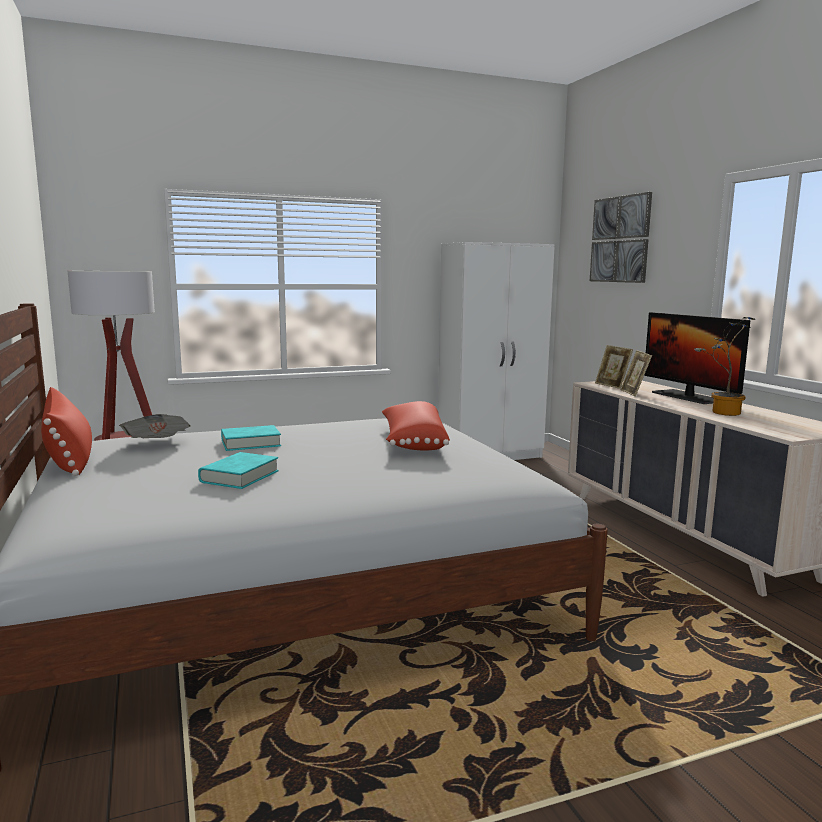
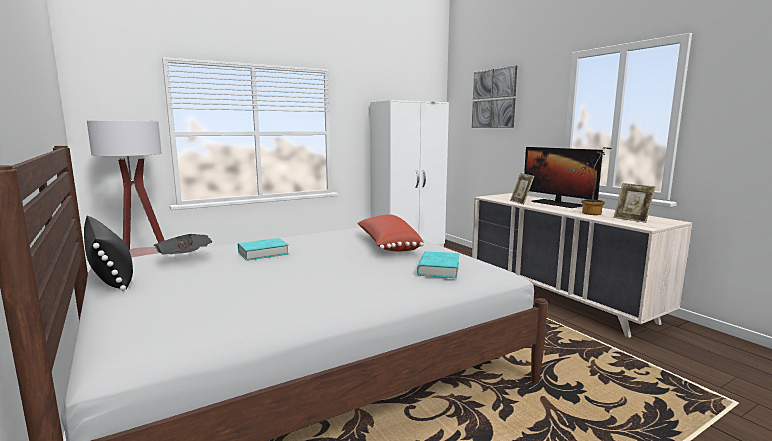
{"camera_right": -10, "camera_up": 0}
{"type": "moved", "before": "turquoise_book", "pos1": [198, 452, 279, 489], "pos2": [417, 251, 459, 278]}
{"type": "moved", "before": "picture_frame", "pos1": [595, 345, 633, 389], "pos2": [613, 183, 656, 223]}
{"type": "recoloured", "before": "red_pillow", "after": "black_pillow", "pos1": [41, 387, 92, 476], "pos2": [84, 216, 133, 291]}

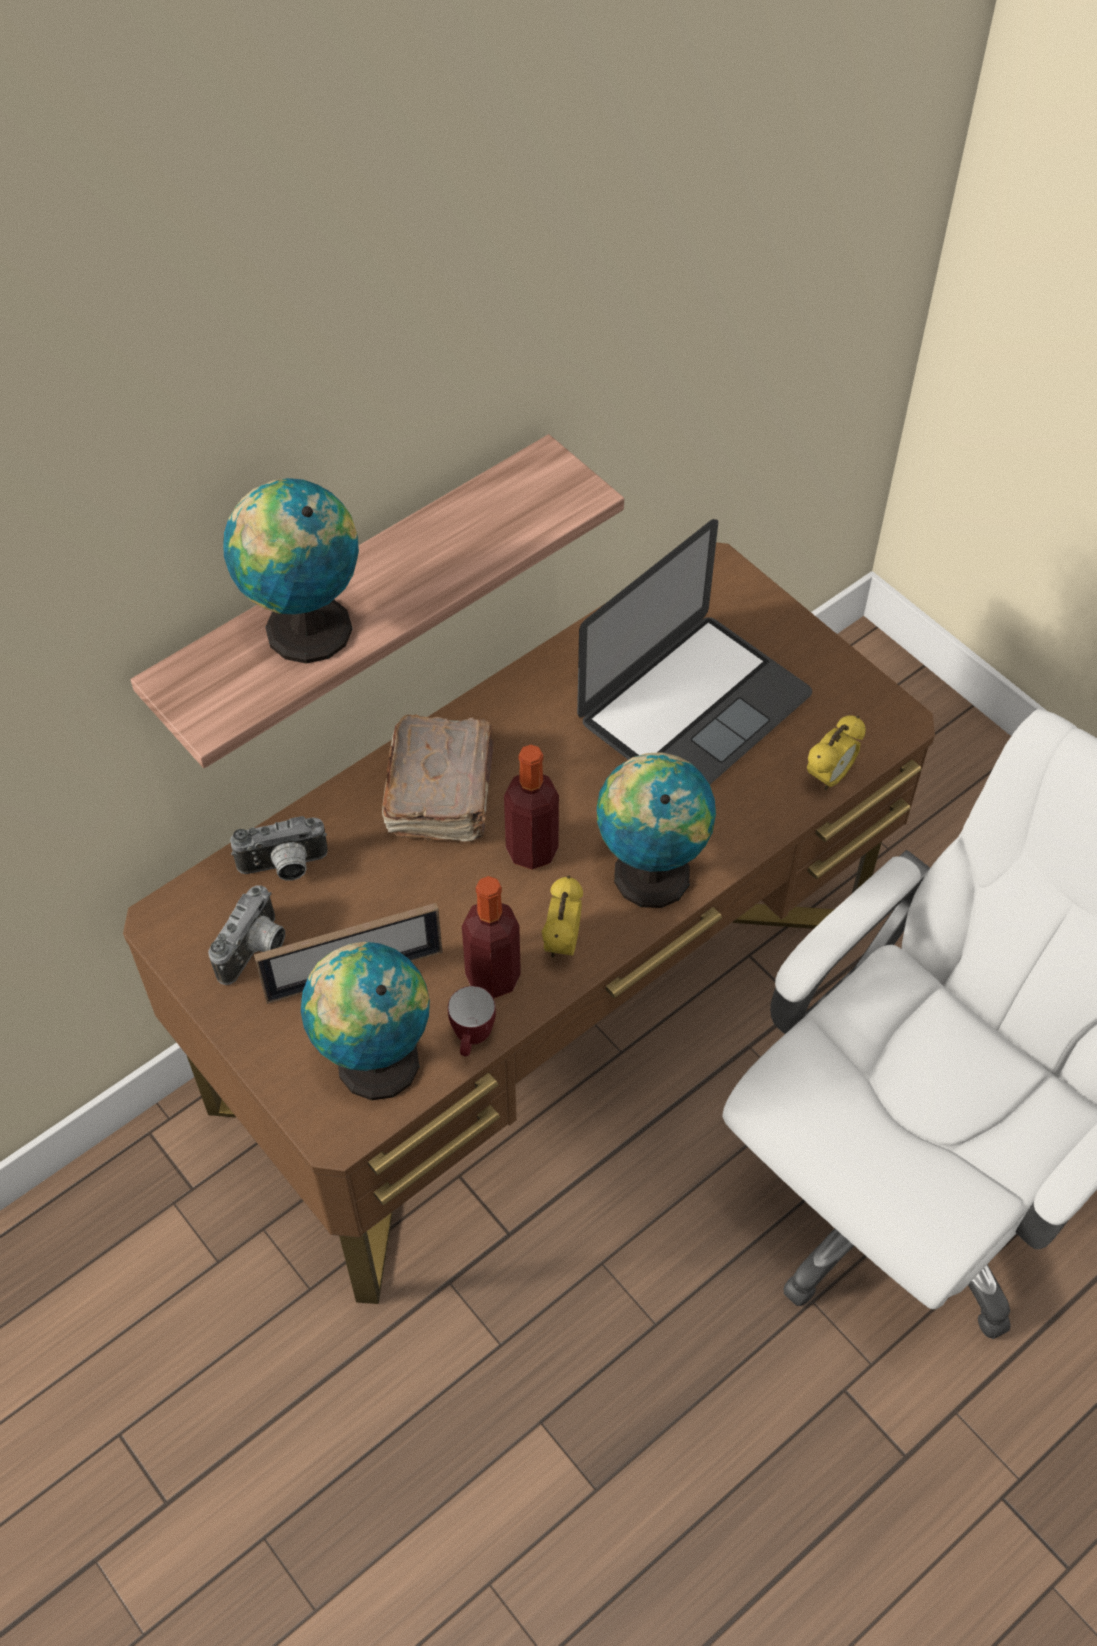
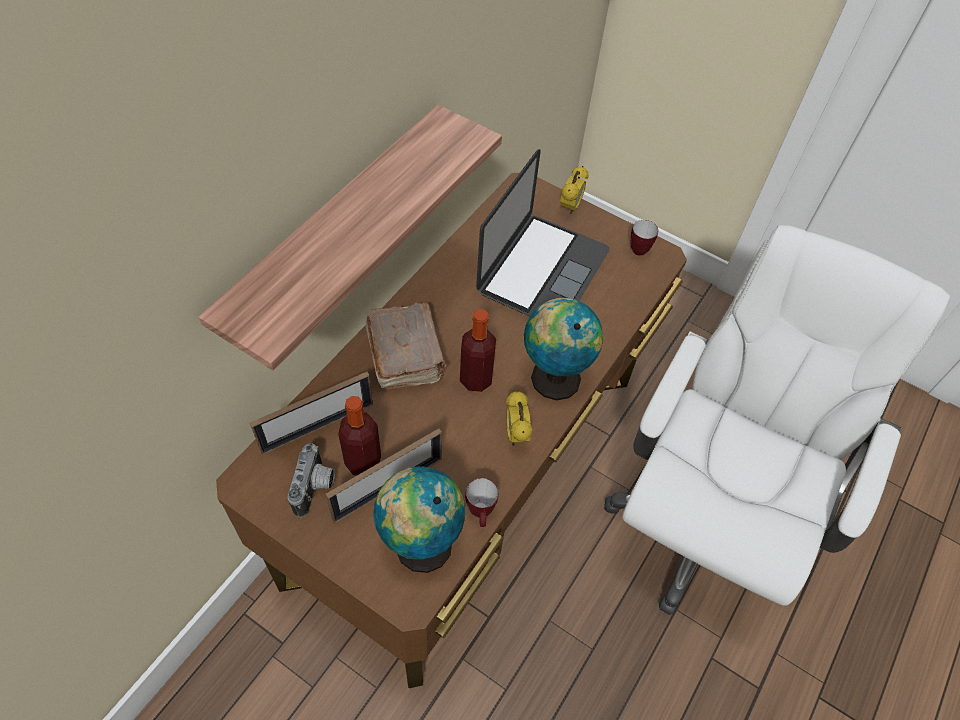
{"camera_right": -20, "camera_up": 0}
{"type": "removed", "before": "globe", "pos1": [223, 478, 359, 664]}
{"type": "added", "after": "mug", "pos2": [630, 220, 658, 256]}
{"type": "moved", "before": "bottle", "pos1": [462, 876, 521, 999], "pos2": [338, 396, 381, 476]}
{"type": "moved", "before": "alarm_clock", "pos1": [807, 715, 866, 790], "pos2": [560, 166, 589, 214]}
{"type": "replaced", "before": "photo_camera", "after": "picture_frame", "pos1": [230, 816, 328, 881], "pos2": [250, 372, 373, 455]}

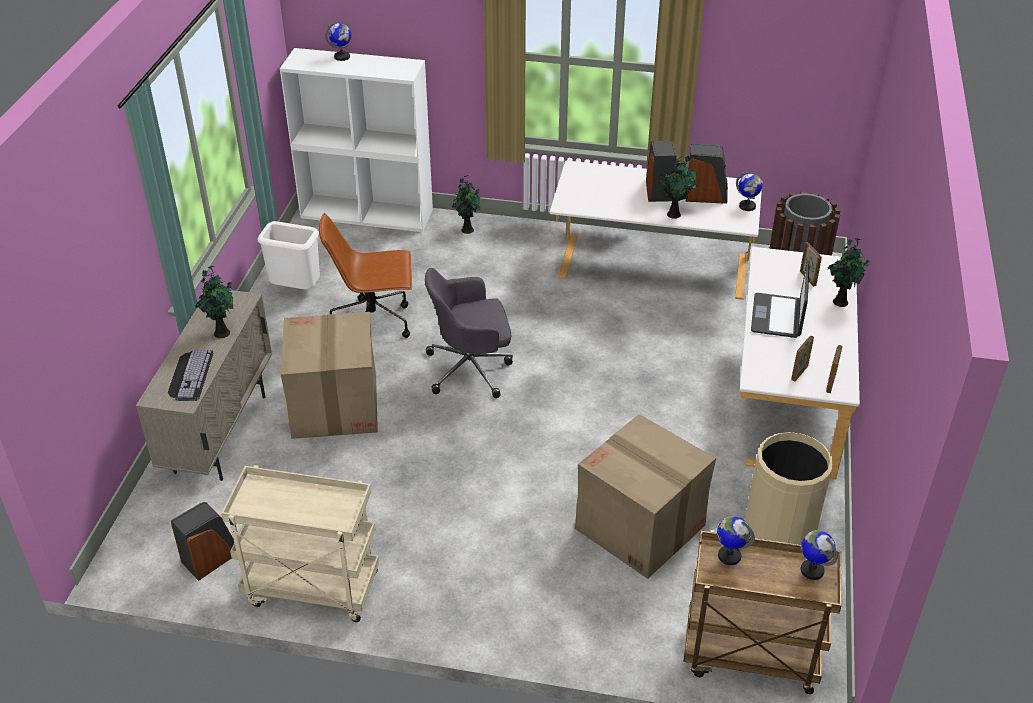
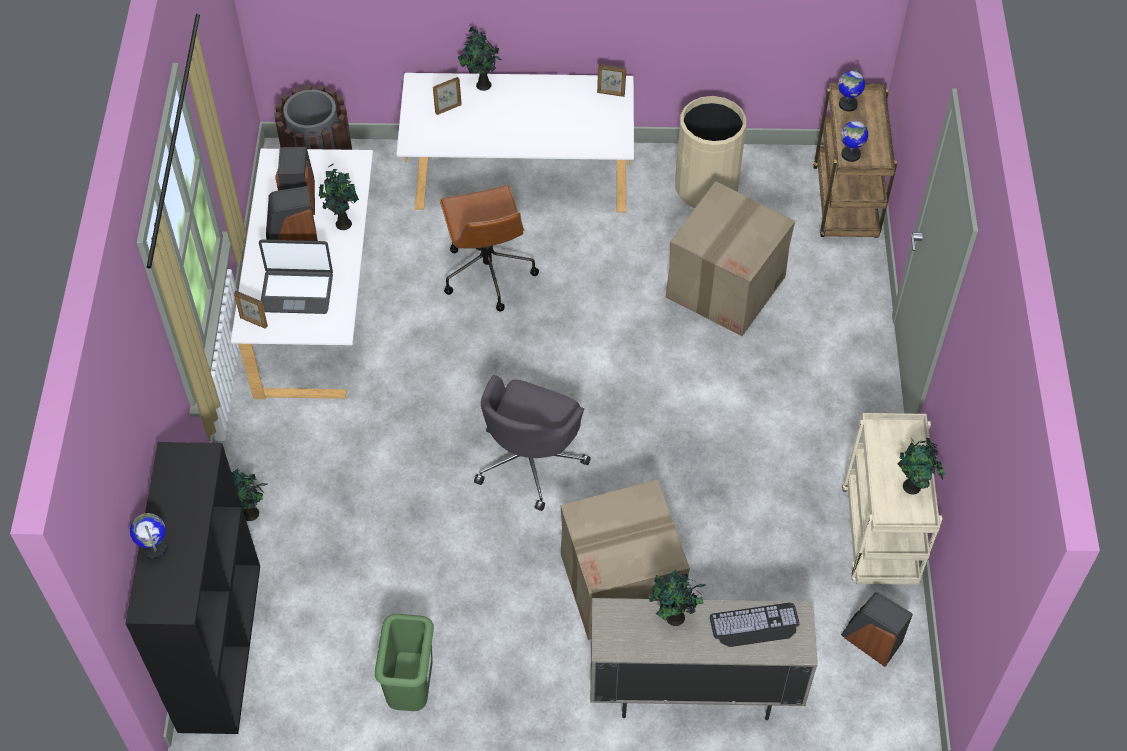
{"camera_right": -100, "camera_up": 15}
{"type": "removed", "before": "globe", "pos1": [736, 171, 763, 211]}
{"type": "added", "after": "potted_plant", "pos2": [897, 438, 945, 495]}
{"type": "moved", "before": "brown_office_chair", "pos1": [319, 213, 412, 338], "pos2": [440, 185, 539, 311]}
{"type": "moved", "before": "laptop", "pos1": [751, 264, 809, 338], "pos2": [259, 239, 333, 314]}
{"type": "moved", "before": "picture_frame", "pos1": [791, 336, 814, 382], "pos2": [234, 291, 268, 328]}
{"type": "recoloured", "before": "white_trash_can", "after": "green_trash_can", "pos1": [257, 221, 320, 289], "pos2": [375, 614, 434, 711]}
{"type": "recoloured", "before": "white_bookcase", "after": "black_bookcase", "pos1": [280, 48, 433, 232], "pos2": [125, 442, 260, 734]}
{"type": "turned", "before": "grey_office_chair", "pos1": [425, 268, 513, 398], "pos2": [474, 375, 591, 511], "turn": 45}

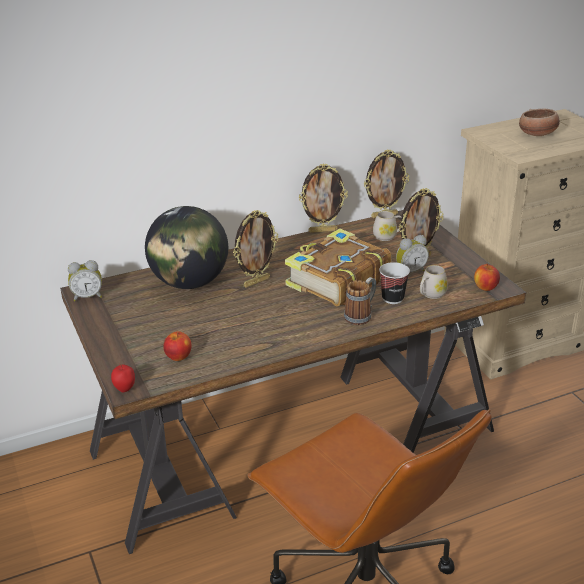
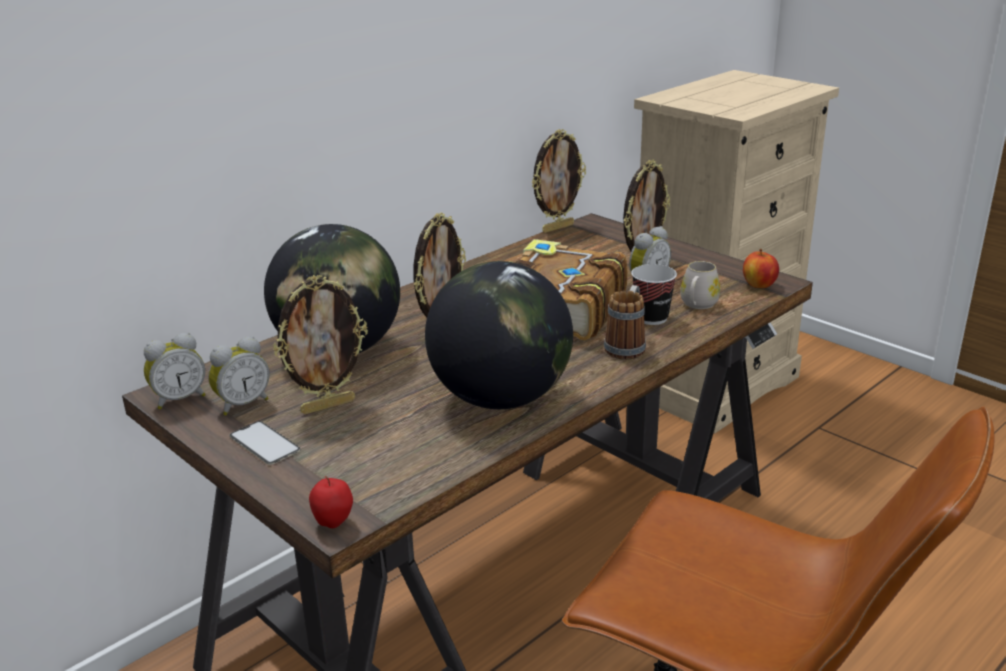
{"camera_right": -20, "camera_up": -5}
{"type": "removed", "before": "apple", "pos1": [163, 331, 192, 361]}
{"type": "removed", "before": "white_mug", "pos1": [373, 211, 401, 241]}
{"type": "removed", "before": "bowl", "pos1": [519, 109, 560, 136]}
{"type": "added", "after": "alarm_clock", "pos2": [208, 336, 270, 416]}
{"type": "added", "after": "phone", "pos2": [230, 421, 300, 465]}
{"type": "added", "after": "globe", "pos2": [425, 261, 573, 409]}
{"type": "moved", "before": "picture_frame", "pos1": [299, 163, 348, 233], "pos2": [273, 275, 368, 414]}

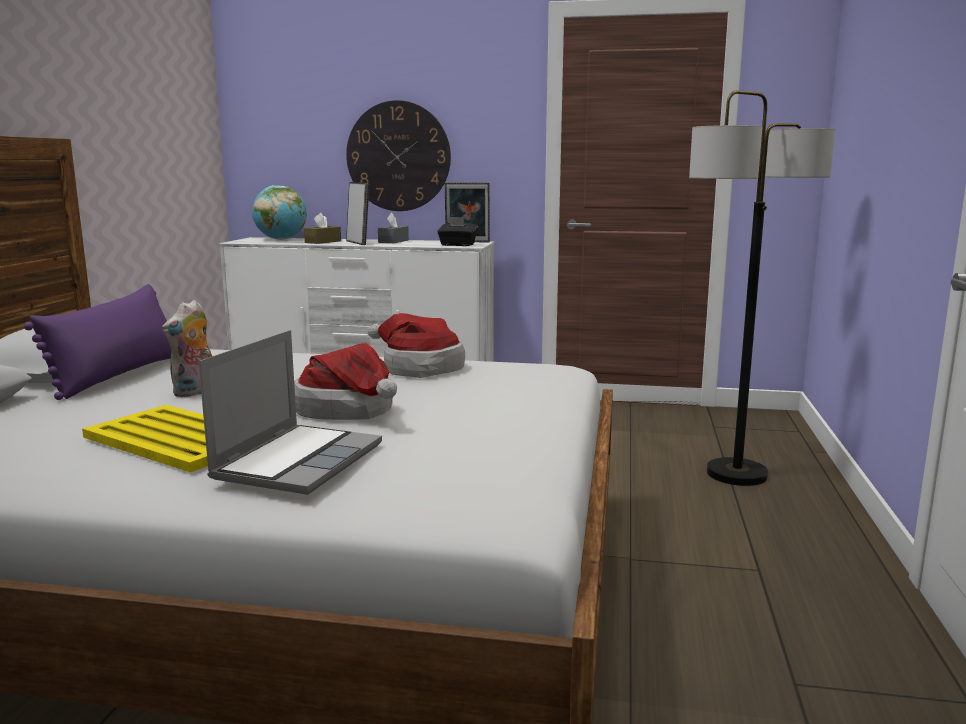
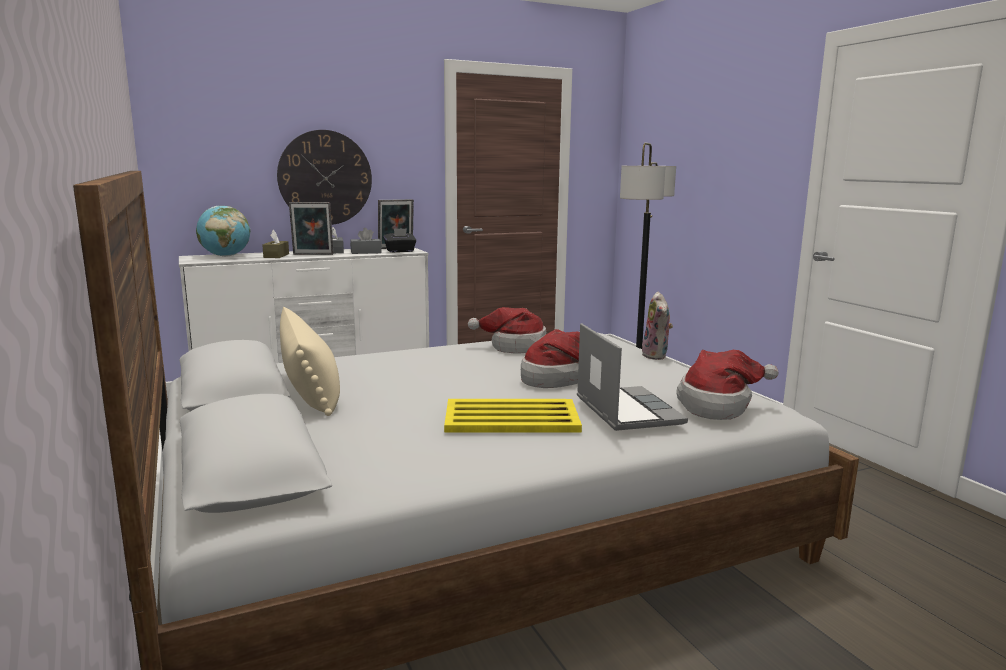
{"camera_right": -35, "camera_up": 0}
{"type": "added", "after": "grey_tissue_box", "pos2": [350, 228, 382, 254]}
{"type": "added", "after": "hat", "pos2": [676, 350, 779, 420]}
{"type": "moved", "before": "plush_toy", "pos1": [162, 300, 212, 397], "pos2": [642, 291, 673, 360]}
{"type": "recoloured", "before": "purple_pillow", "after": "beige_pillow", "pos1": [24, 284, 171, 400], "pos2": [280, 307, 340, 416]}
{"type": "turned", "before": "picture_frame", "pos1": [346, 182, 369, 245], "pos2": [289, 202, 333, 255], "turn": 150}

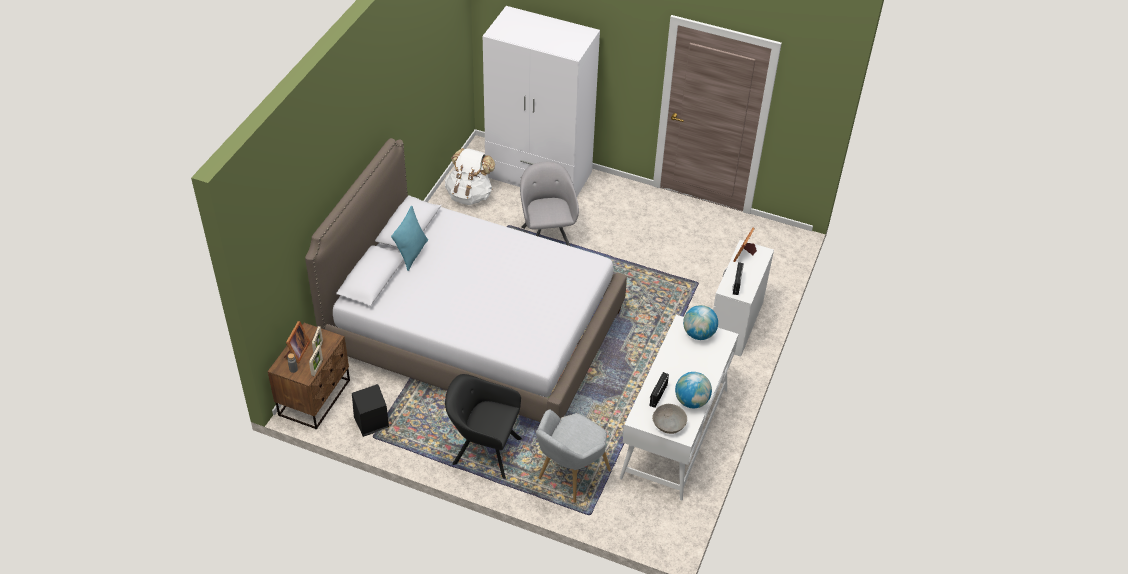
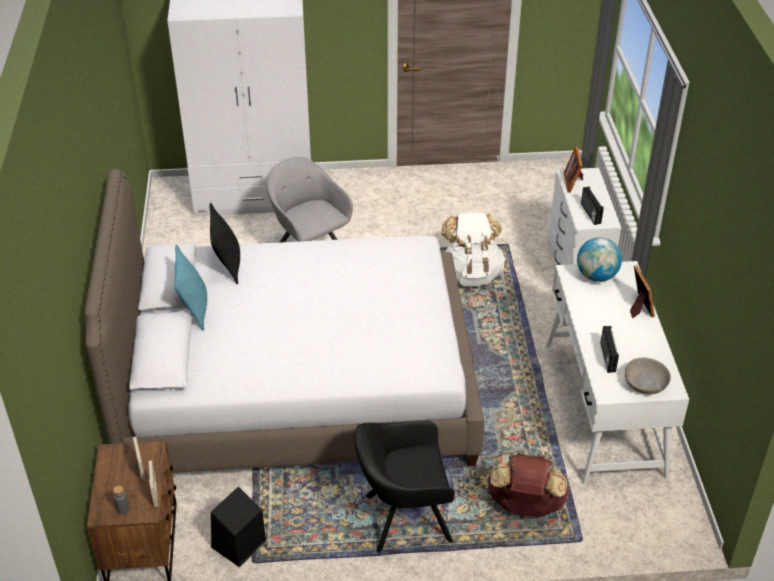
{"camera_right": -25, "camera_up": -5}
{"type": "removed", "before": "globe", "pos1": [675, 372, 712, 408]}
{"type": "added", "after": "black_pillow", "pos2": [209, 203, 240, 284]}
{"type": "moved", "before": "picture_frame", "pos1": [284, 321, 310, 363], "pos2": [630, 265, 655, 318]}
{"type": "moved", "before": "white_backpack", "pos1": [445, 148, 495, 205], "pos2": [442, 212, 506, 286]}
{"type": "replaced", "before": "grey_armchair", "after": "brown_backpack", "pos1": [536, 409, 611, 503], "pos2": [487, 452, 569, 517]}

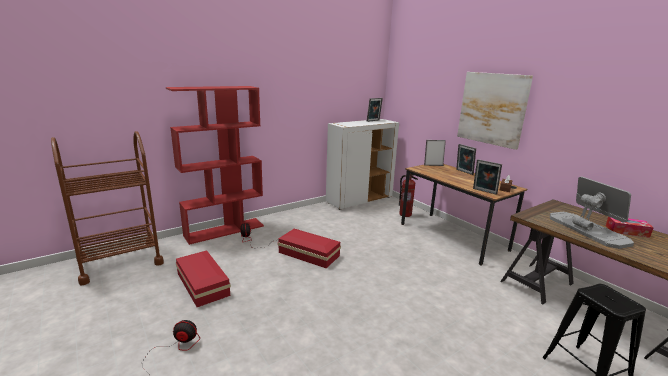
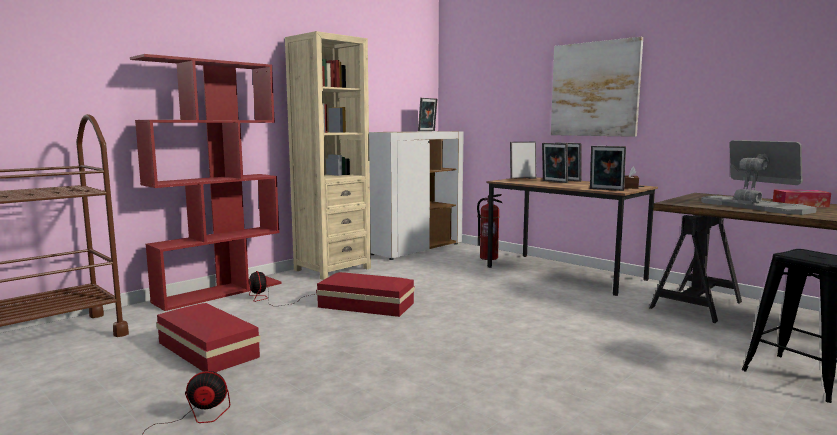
{"camera_right": -10, "camera_up": -10}
{"type": "added", "after": "beige_bookcase", "pos2": [285, 31, 371, 280]}
{"type": "added", "after": "picture_frame", "pos2": [542, 143, 568, 183]}

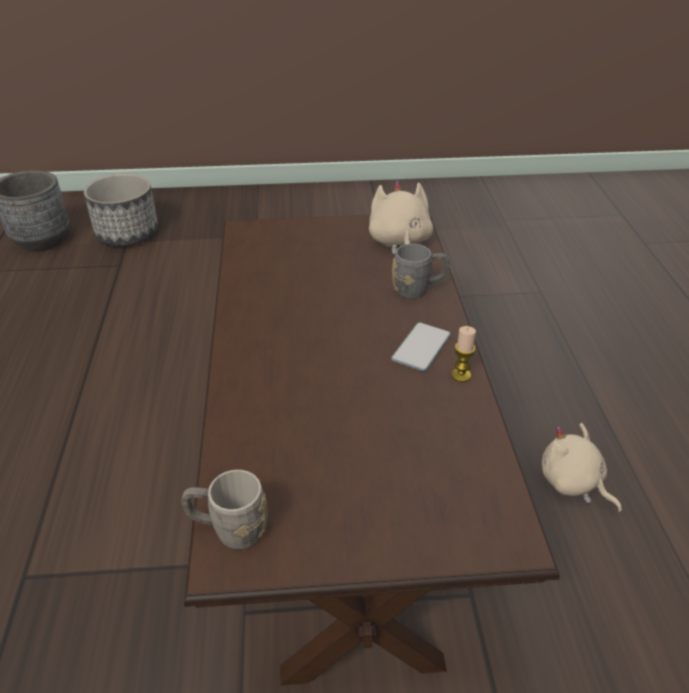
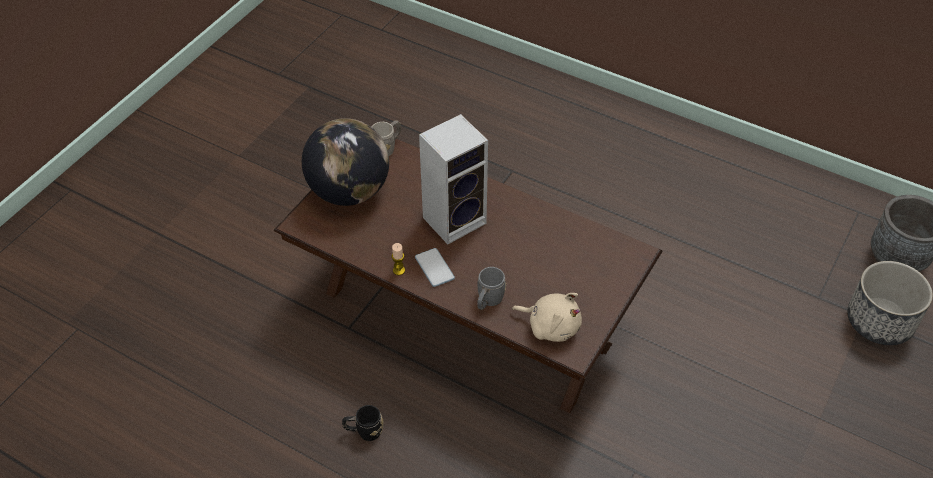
{"camera_right": 125, "camera_up": 10}
{"type": "added", "after": "globe", "pos2": [302, 118, 389, 206]}
{"type": "added", "after": "speaker", "pos2": [419, 114, 488, 244]}
{"type": "replaced", "before": "beige_plush_toy", "after": "black_mug", "pos1": [542, 423, 622, 512], "pos2": [342, 405, 384, 441]}

